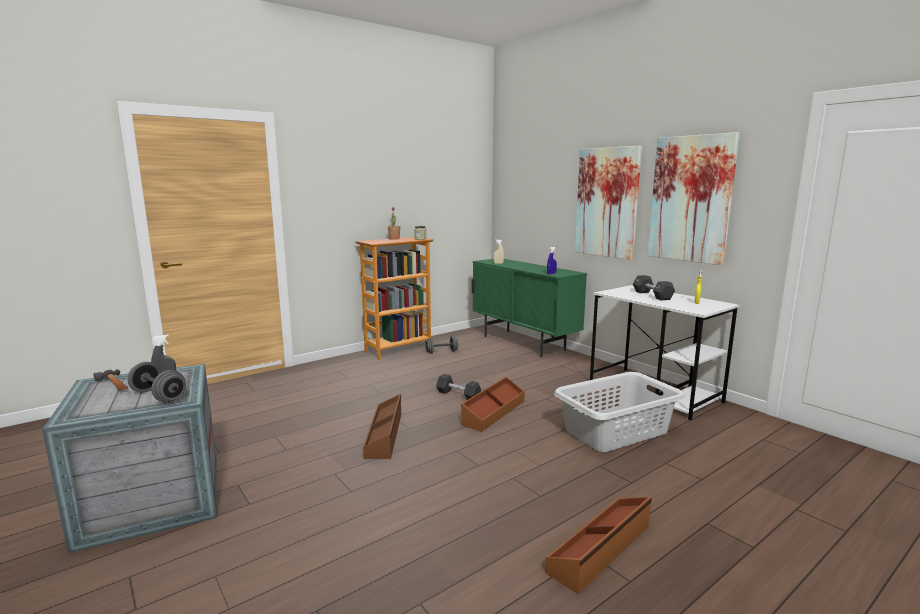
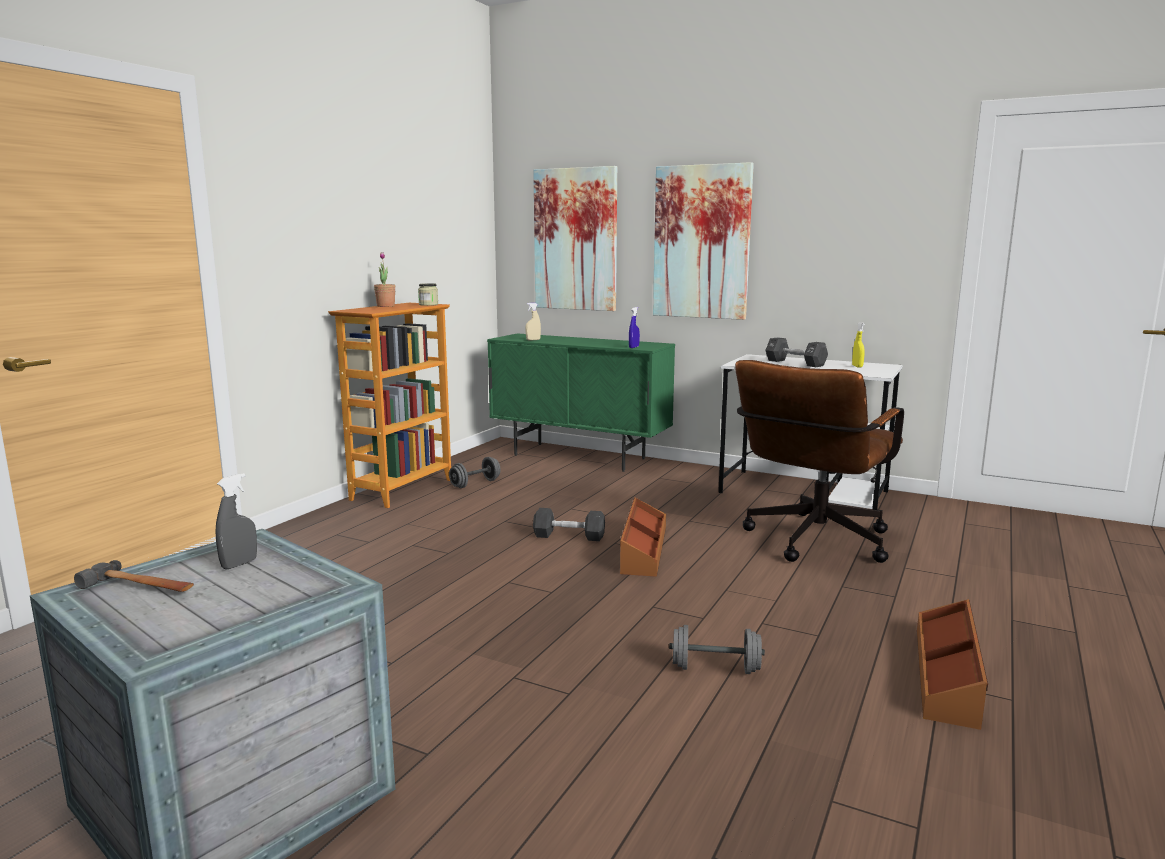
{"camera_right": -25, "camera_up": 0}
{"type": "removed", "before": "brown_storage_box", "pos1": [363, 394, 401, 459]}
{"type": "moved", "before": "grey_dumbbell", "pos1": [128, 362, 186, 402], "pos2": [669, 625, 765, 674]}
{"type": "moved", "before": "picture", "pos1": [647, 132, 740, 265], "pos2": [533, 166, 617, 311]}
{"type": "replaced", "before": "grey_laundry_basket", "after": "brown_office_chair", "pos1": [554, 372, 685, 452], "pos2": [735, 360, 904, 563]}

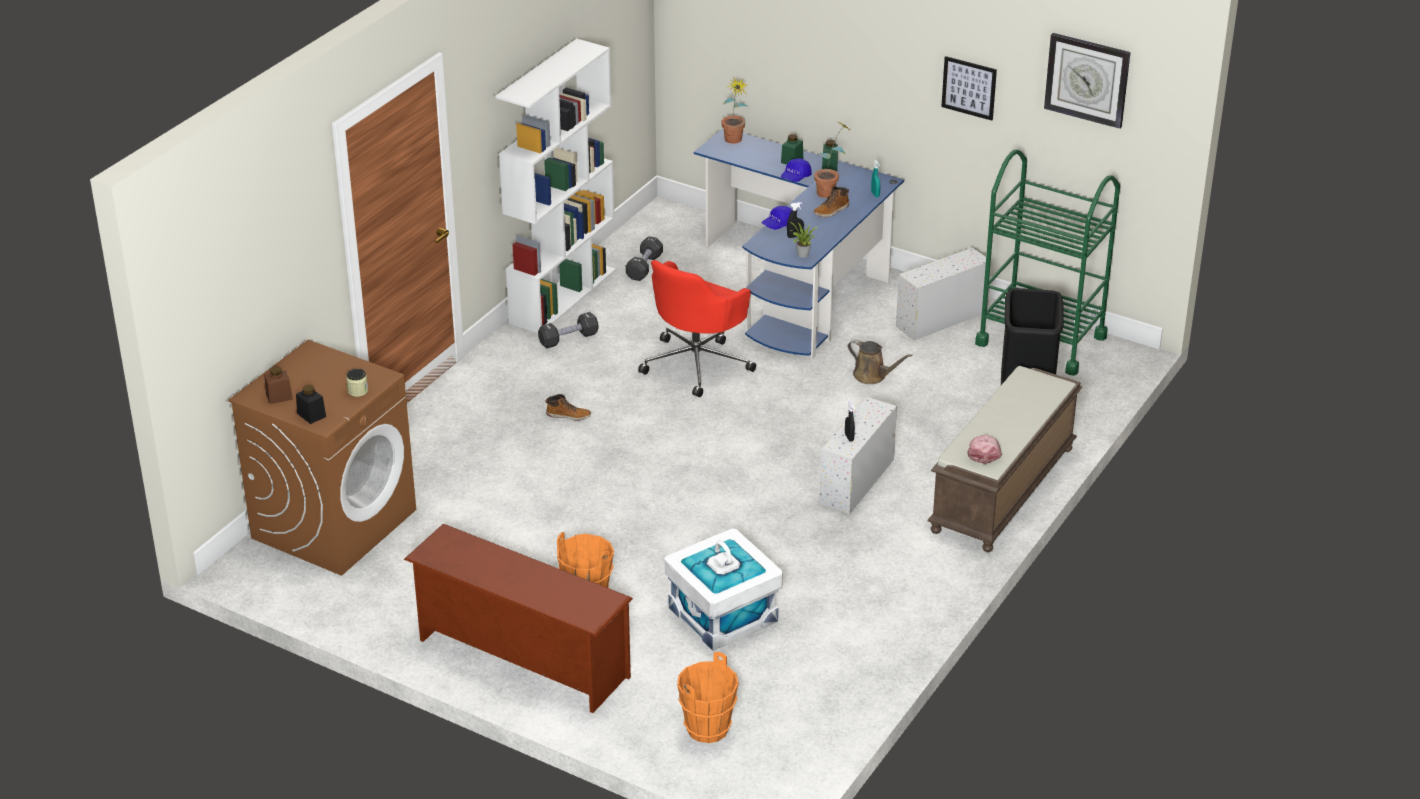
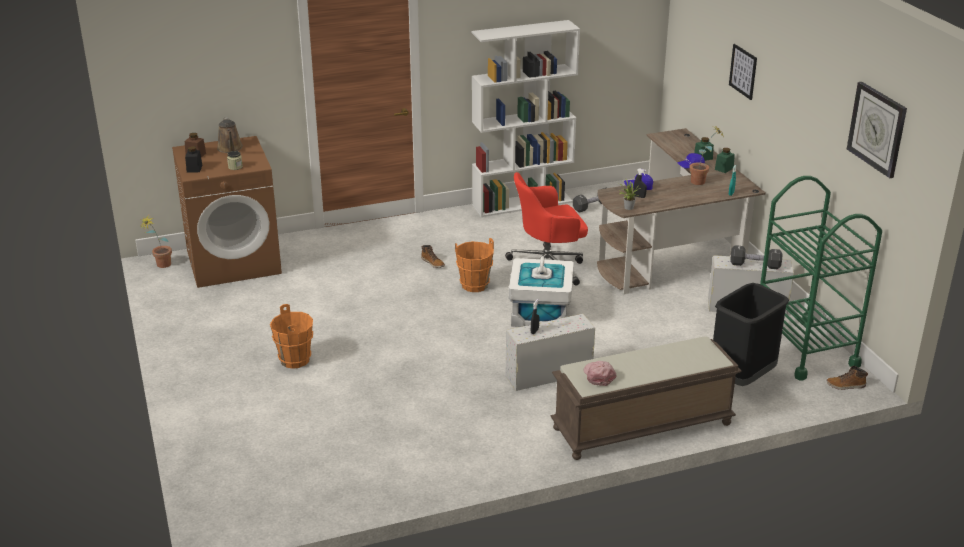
{"camera_right": 40, "camera_up": -5}
{"type": "removed", "before": "brown_shoe_rack", "pos1": [404, 524, 633, 713]}
{"type": "moved", "before": "black_dumbbell", "pos1": [538, 312, 598, 348], "pos2": [730, 245, 782, 269]}
{"type": "moved", "before": "white_storage_box", "pos1": [664, 528, 783, 651], "pos2": [509, 256, 574, 327]}
{"type": "moved", "before": "orange_bucket", "pos1": [677, 652, 739, 743], "pos2": [455, 238, 494, 292]}
{"type": "moved", "before": "potted_plant", "pos1": [722, 77, 750, 144], "pos2": [140, 215, 172, 268]}
{"type": "moved", "before": "boot", "pos1": [813, 186, 849, 217], "pos2": [826, 366, 868, 390]}
{"type": "moved", "before": "brown_watering_can", "pos1": [847, 339, 913, 384], "pos2": [217, 117, 243, 153]}
{"type": "moved", "before": "picture", "pos1": [941, 56, 997, 121], "pos2": [729, 44, 757, 100]}
{"type": "recoloured", "before": "blue_desk", "after": "brown_desk", "pos1": [694, 128, 904, 359], "pos2": [597, 128, 766, 294]}
{"type": "turned", "before": "pink_cap", "pos1": [967, 435, 1002, 464], "pos2": [583, 361, 617, 386], "turn": -60}

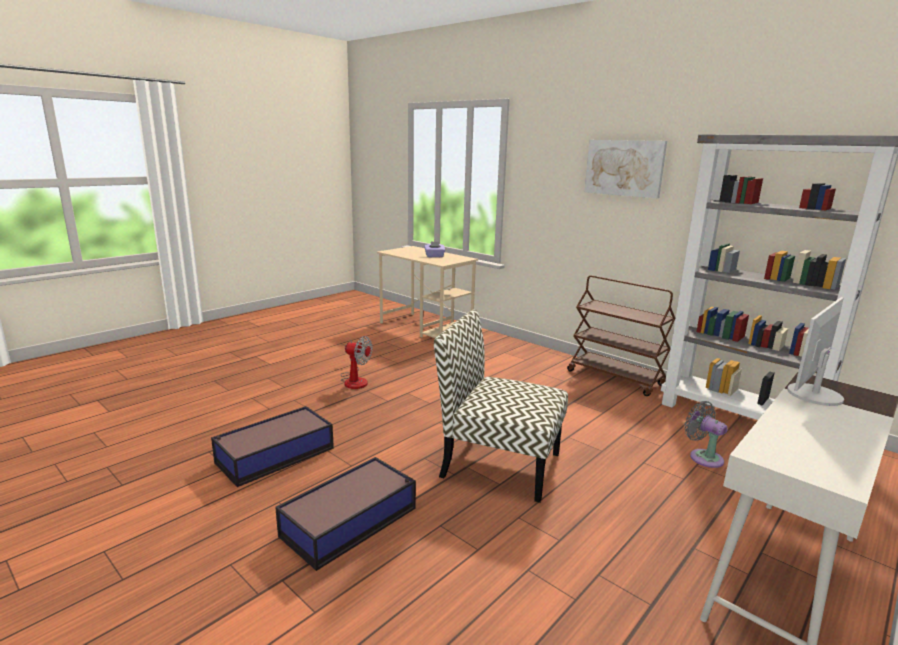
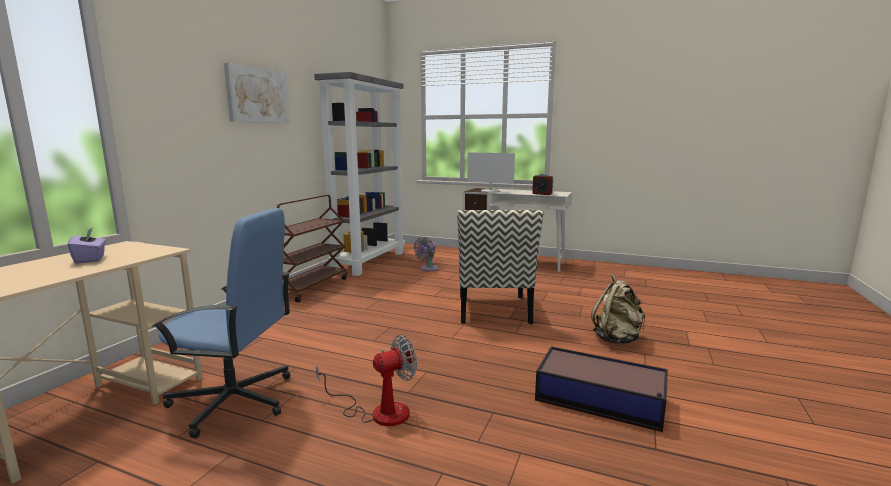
{"camera_right": -110, "camera_up": -5}
{"type": "added", "after": "blue_office_chair", "pos2": [152, 208, 290, 439]}
{"type": "added", "after": "alarm_clock", "pos2": [532, 174, 553, 195]}
{"type": "replaced", "before": "storage_box", "after": "beige_backpack", "pos1": [275, 457, 416, 571], "pos2": [591, 274, 645, 344]}
{"type": "turned", "before": "fan", "pos1": [341, 336, 373, 389], "pos2": [316, 335, 417, 426], "turn": 60}

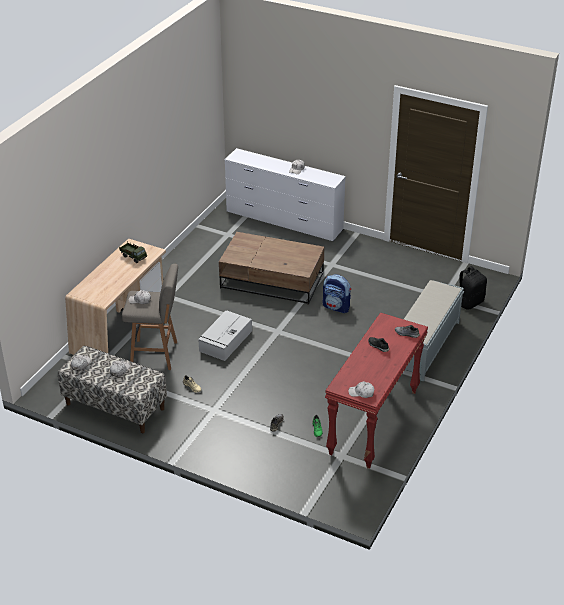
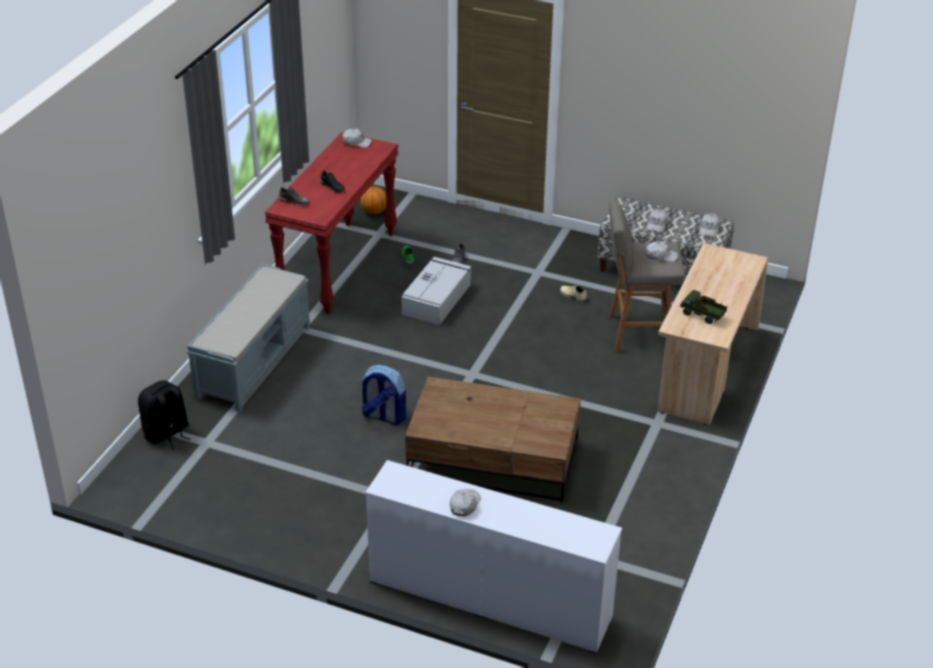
{"camera_right": 175, "camera_up": 0}
{"type": "added", "after": "basketball", "pos2": [360, 186, 386, 214]}
{"type": "moved", "before": "grey_storage_box", "pos1": [198, 311, 252, 361], "pos2": [401, 257, 471, 325]}

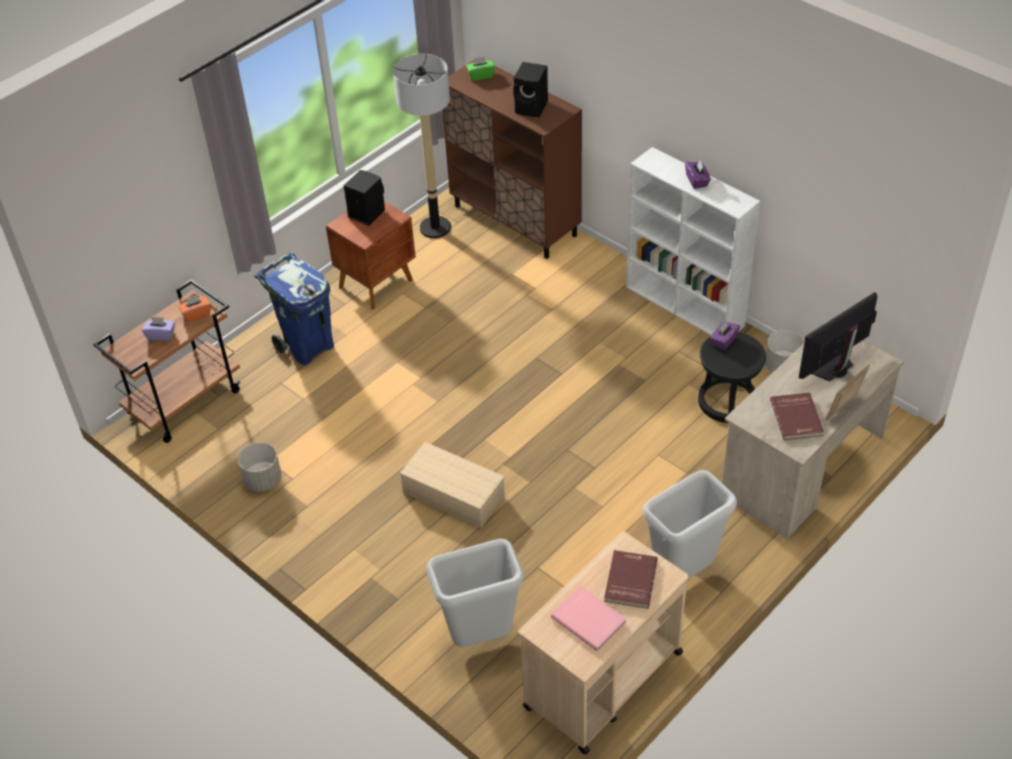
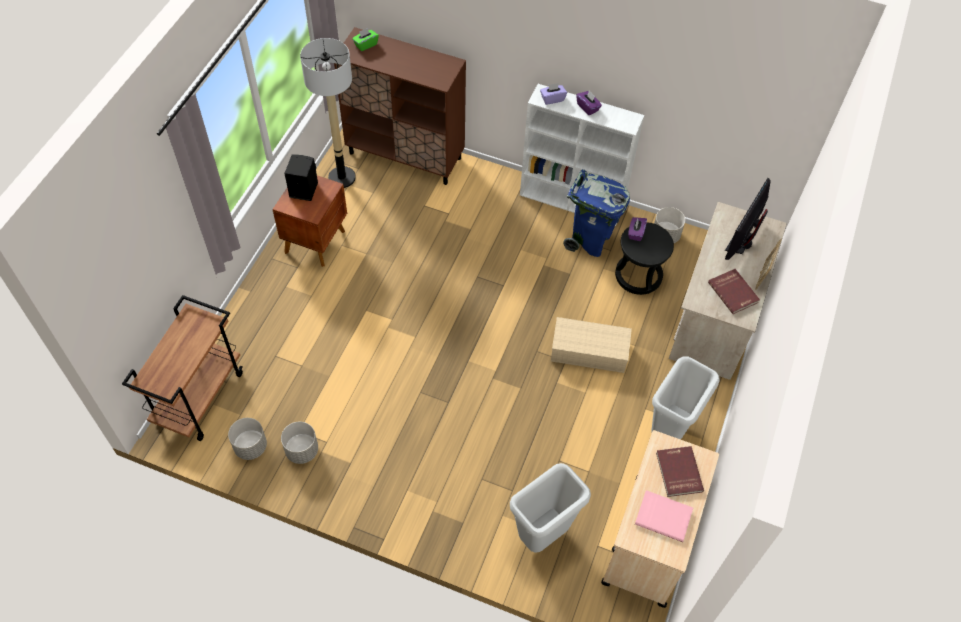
{"camera_right": -25, "camera_up": 10}
{"type": "removed", "before": "orange_tissue_box", "pos1": [179, 295, 211, 322]}
{"type": "removed", "before": "black_speaker", "pos1": [513, 62, 548, 117]}
{"type": "added", "after": "grey_planter", "pos2": [228, 418, 267, 460]}
{"type": "moved", "before": "purple_tissue_box", "pos1": [142, 317, 175, 341], "pos2": [540, 83, 567, 105]}
{"type": "moved", "before": "blue_trash_can", "pos1": [254, 252, 334, 365], "pos2": [563, 169, 630, 257]}
{"type": "moved", "before": "beige_storage_box", "pos1": [400, 442, 505, 528], "pos2": [551, 317, 632, 373]}

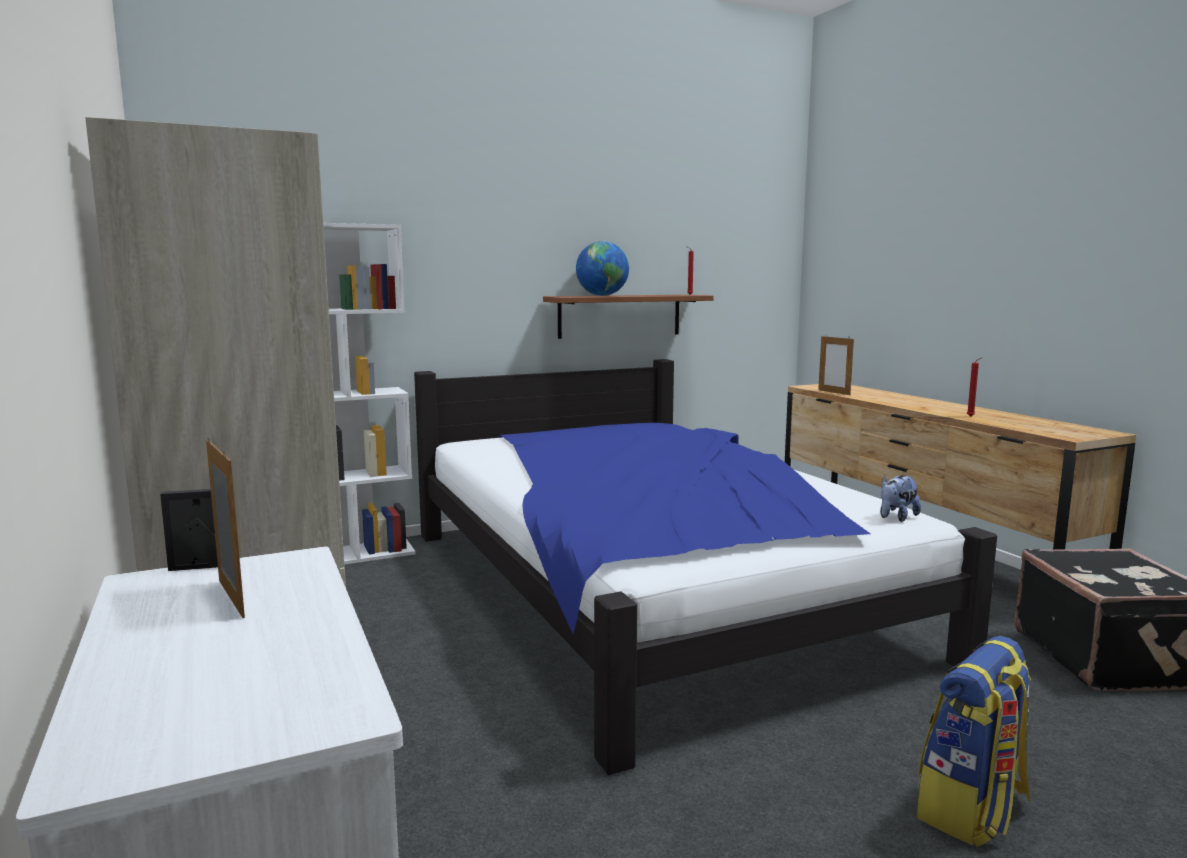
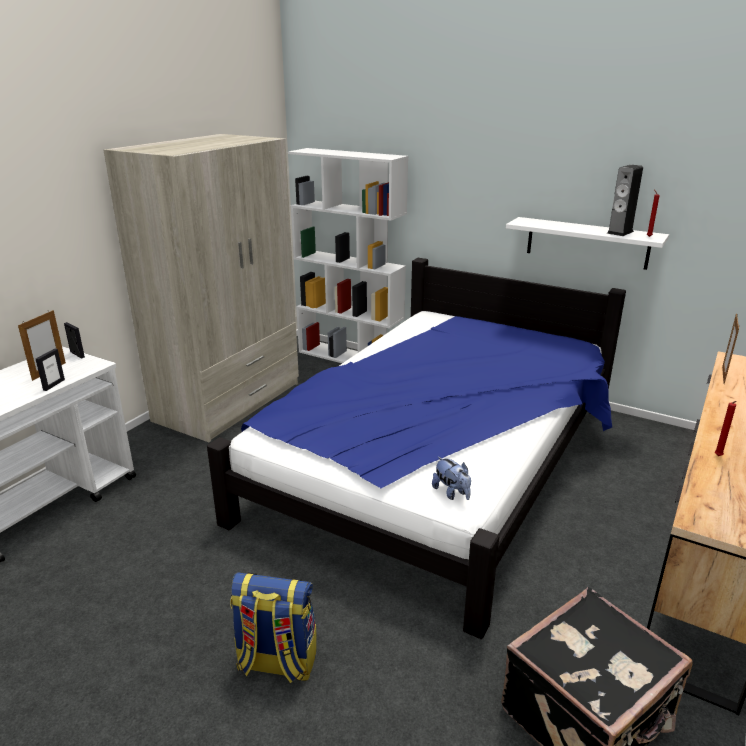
{"camera_right": 55, "camera_up": 15}
{"type": "removed", "before": "globe", "pos1": [576, 241, 629, 296]}
{"type": "added", "after": "picture_frame", "pos2": [36, 349, 65, 391]}
{"type": "added", "after": "speaker", "pos2": [607, 165, 643, 236]}
{"type": "recoloured", "before": "brown_shelf", "after": "white_shelf", "pos1": [543, 295, 714, 339], "pos2": [506, 217, 669, 270]}
{"type": "turned", "before": "plush_toy", "pos1": [880, 475, 921, 522], "pos2": [432, 456, 471, 500], "turn": -135}

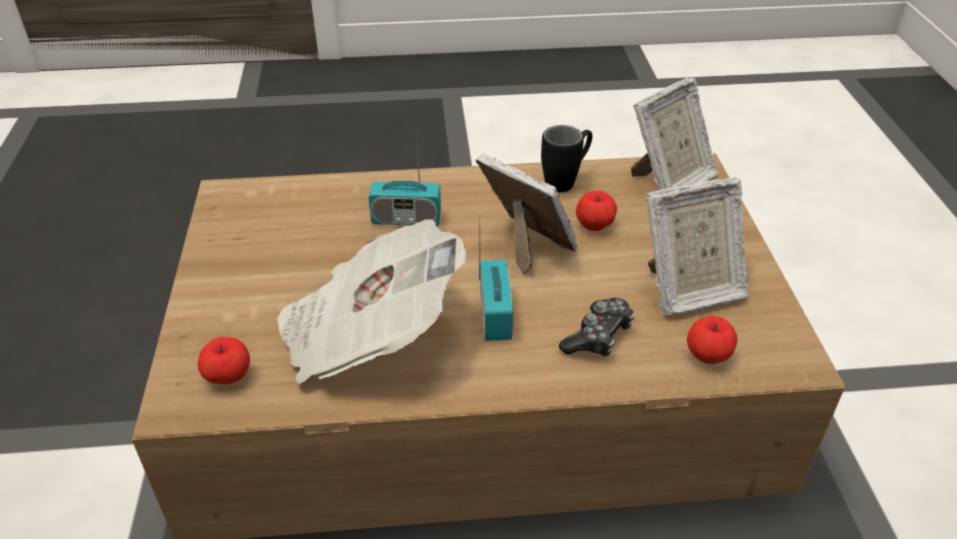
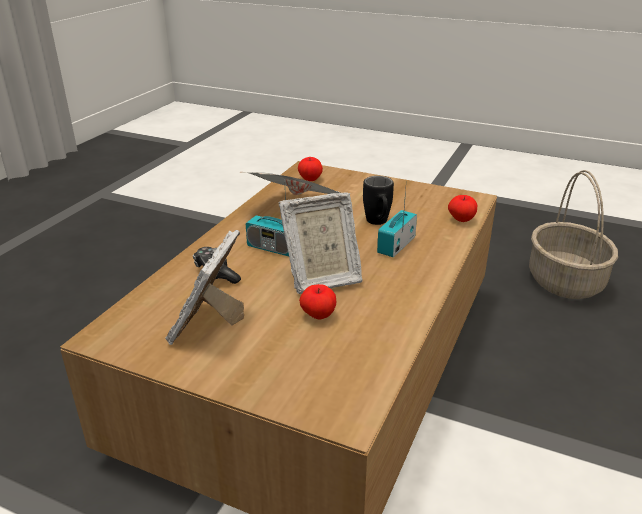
{"camera_right": 120, "camera_up": -10}
{"type": "removed", "before": "picture_frame", "pos1": [631, 77, 719, 190]}
{"type": "added", "after": "basket", "pos2": [529, 170, 618, 299]}
{"type": "moved", "before": "black_mug", "pos1": [541, 125, 592, 192], "pos2": [363, 176, 394, 225]}
{"type": "moved", "before": "apple", "pos1": [687, 316, 737, 364], "pos2": [448, 195, 477, 222]}

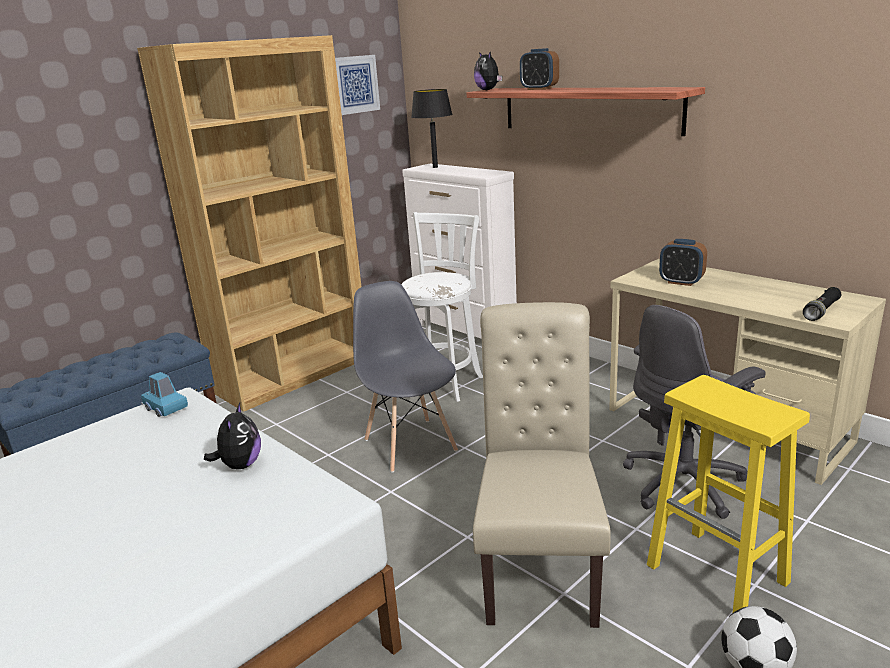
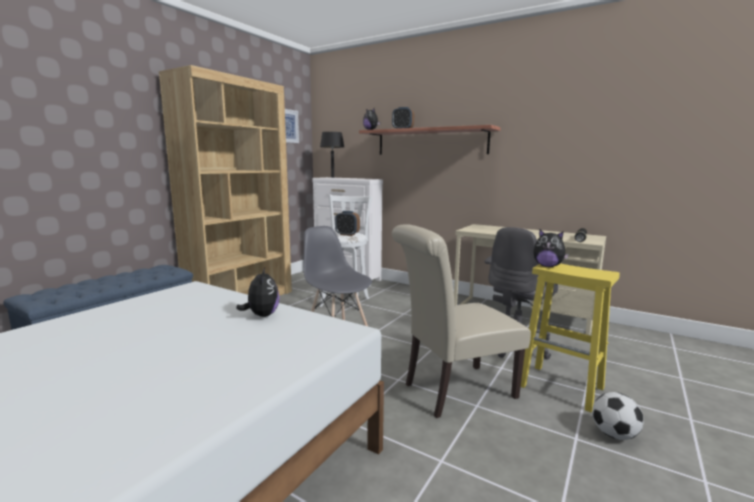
{"camera_right": -15, "camera_up": -10}
{"type": "removed", "before": "blue_toy_car", "pos1": [141, 372, 188, 417]}
{"type": "added", "after": "plush_toy", "pos2": [533, 229, 569, 267]}
{"type": "moved", "before": "alarm_clock", "pos1": [659, 239, 707, 286], "pos2": [335, 211, 360, 236]}
{"type": "turned", "before": "beige_chair", "pos1": [473, 302, 611, 628], "pos2": [392, 224, 531, 418], "turn": -105}

